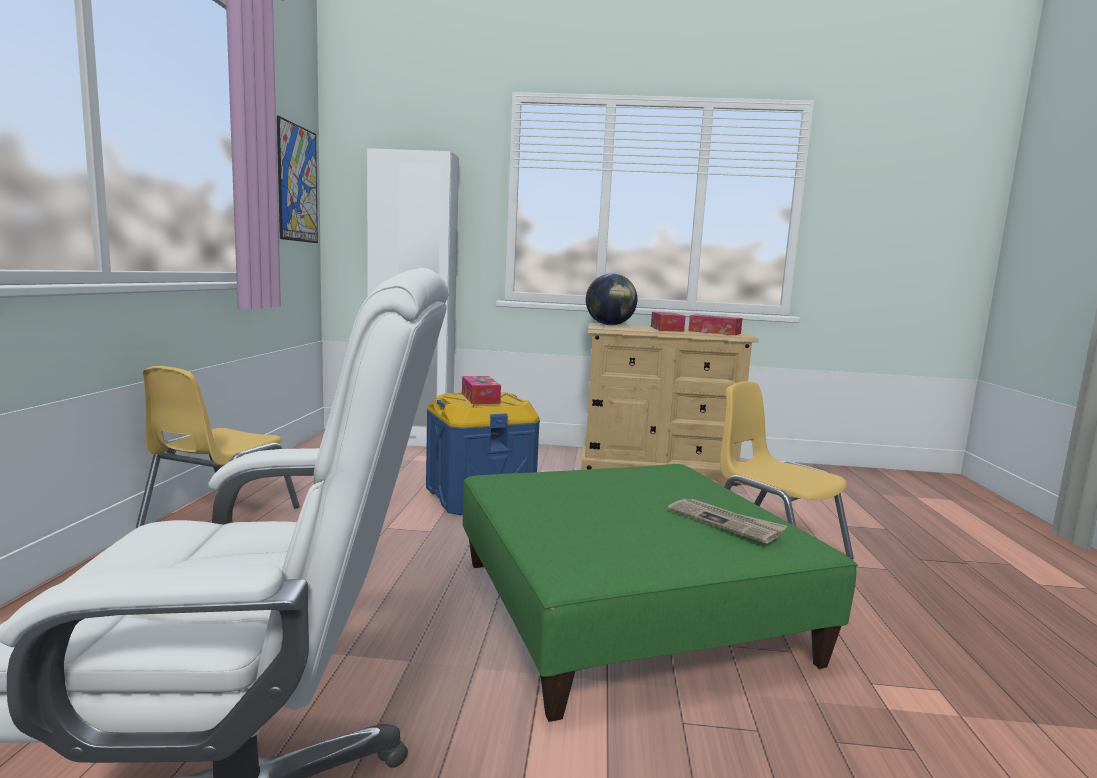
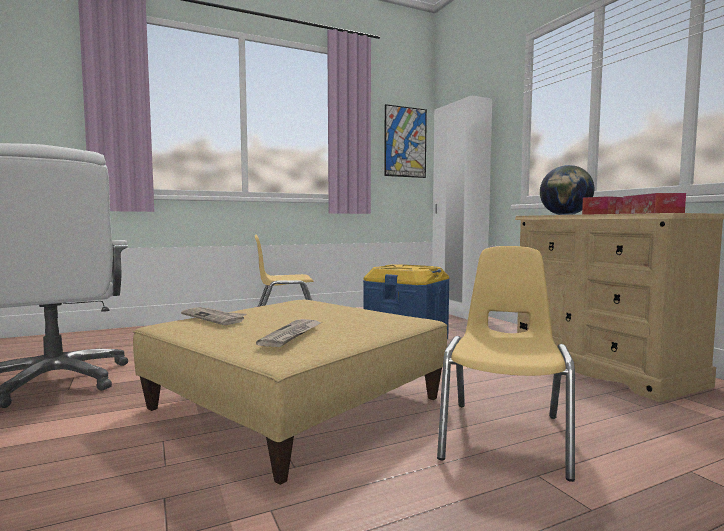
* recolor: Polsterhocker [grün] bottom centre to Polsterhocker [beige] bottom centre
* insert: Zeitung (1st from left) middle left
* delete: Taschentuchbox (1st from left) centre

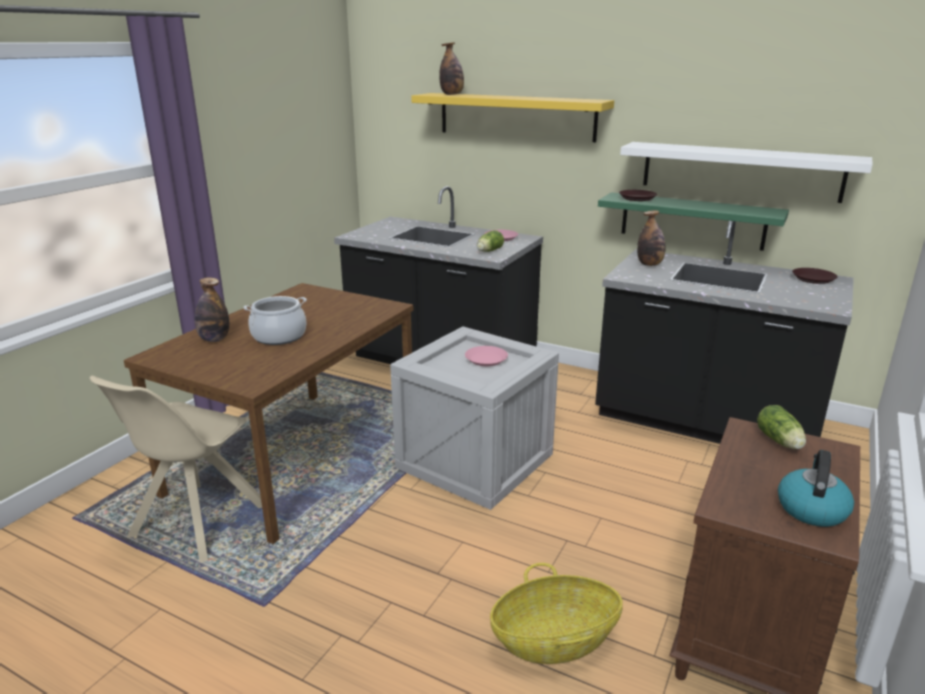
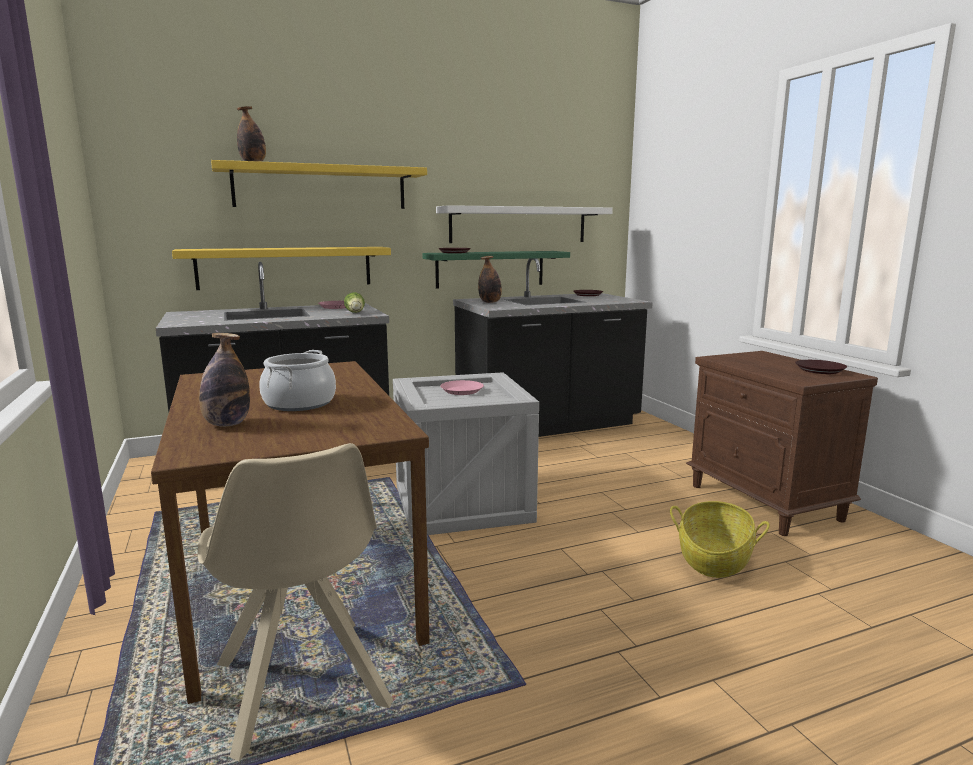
* insert: Wandregal [gelb] (1st from left) middle left
* replace: Wasserkessel bottom right to Teller [braun] (3rd from left) middle right
* delete: Salatkopf (2nd from left) middle right

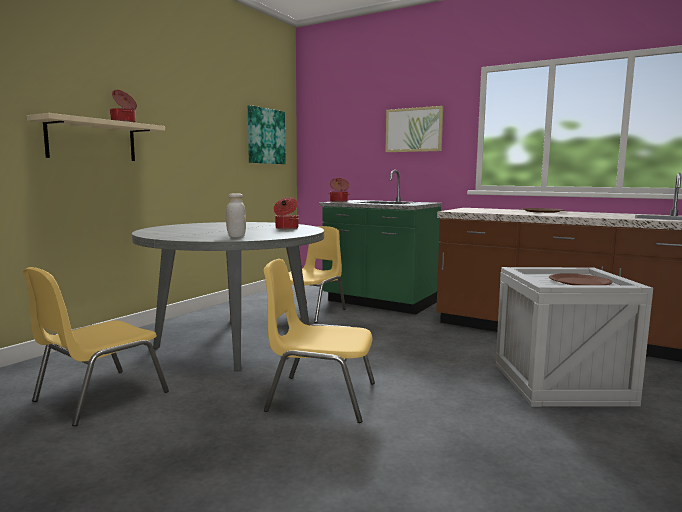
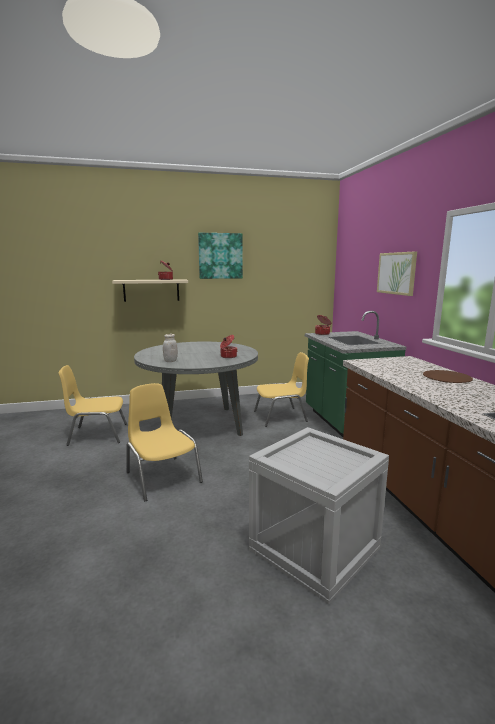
* move: Bild (1st from left) top centre to centre
* delete: Teller [braun] (2nd from left) middle right

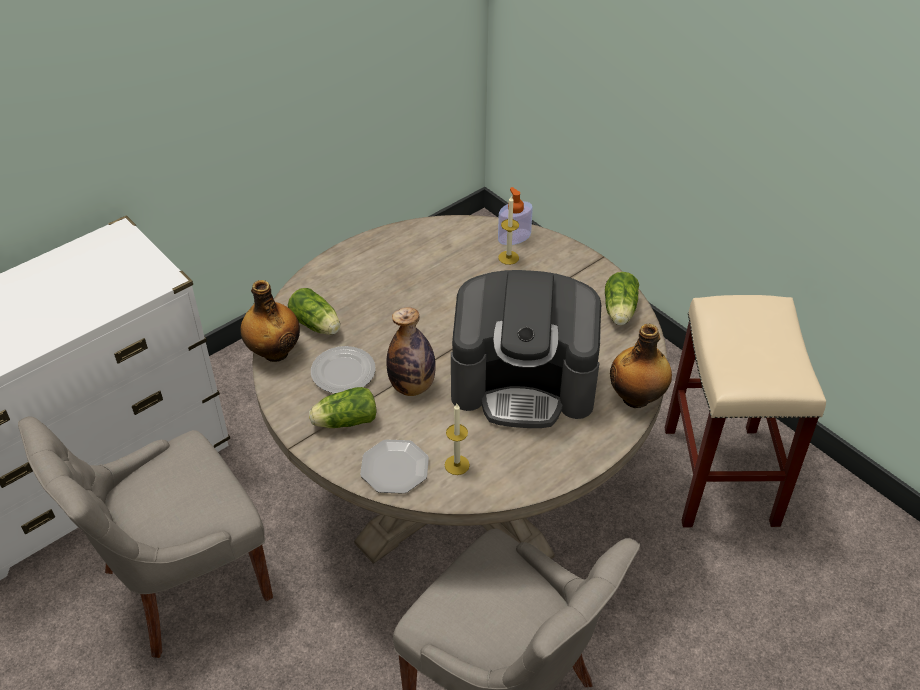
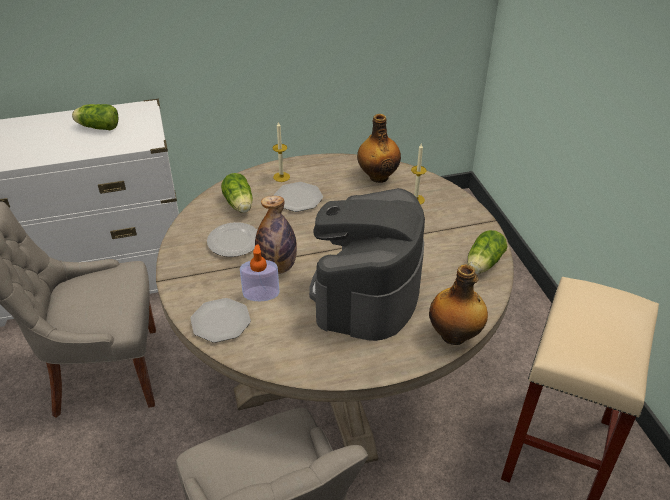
* move: Salatkopf (2nd from left in the first image) centre to Salatkopf (1st from left) top left
* move: Seifenspender top centre to centre
* move: Kerze (1st from left) centre to top centre
* insert: Teller (3rd from left) centre
* rotate: Kaffeemaschine centre = centre 75 degrees clockwise
* move: Flasche (1st from left in the first image) middle left to Flasche (2nd from left) top centre

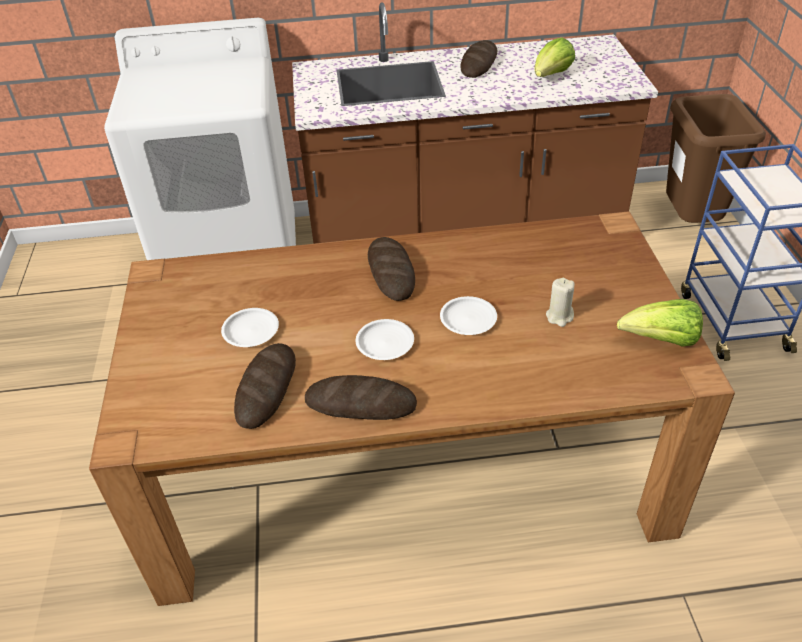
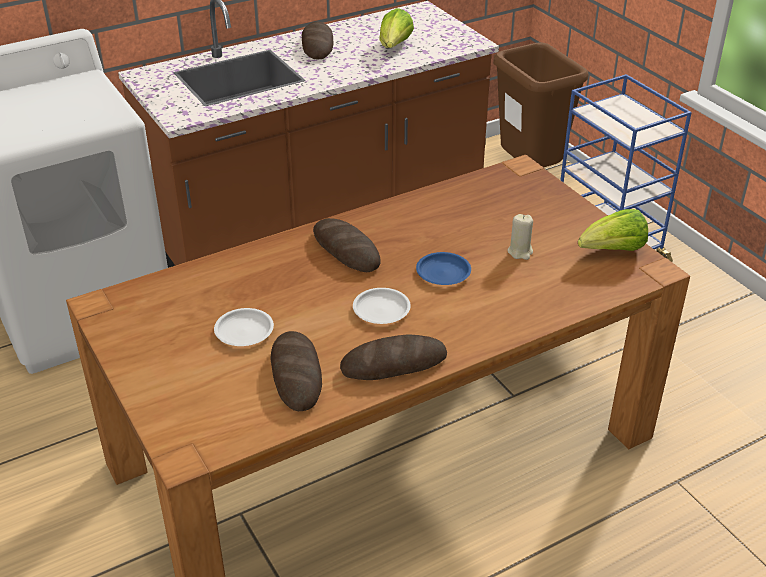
* recolor: Teller [weiß] (3rd from left) centre to Teller [blau] centre

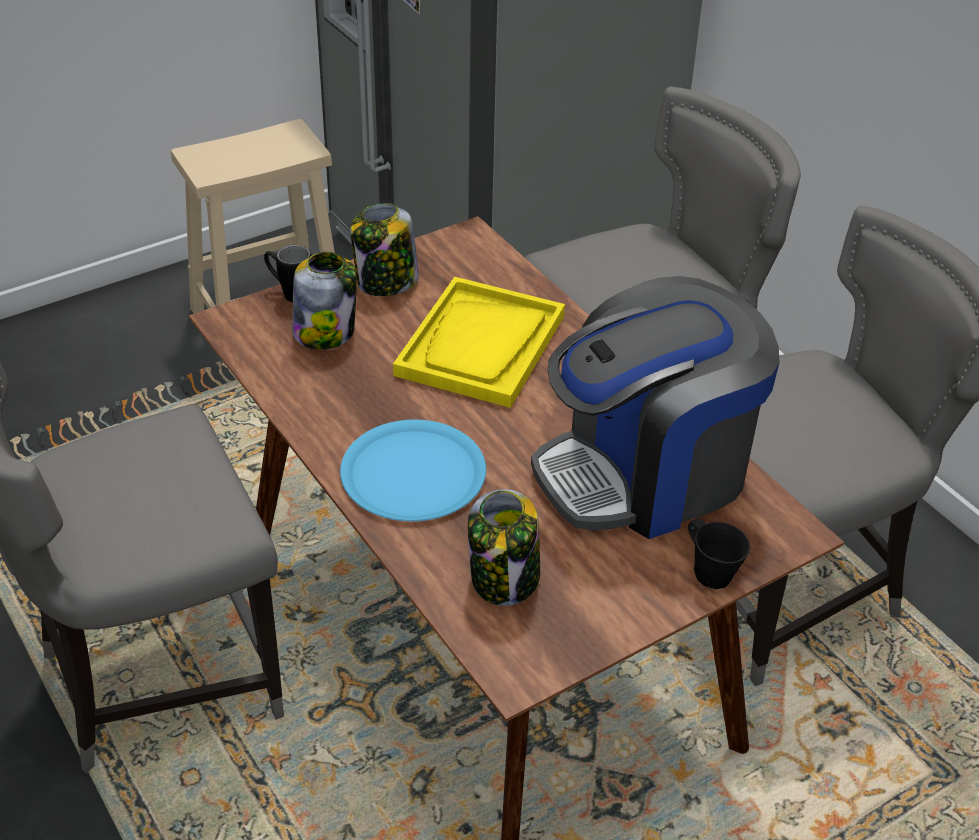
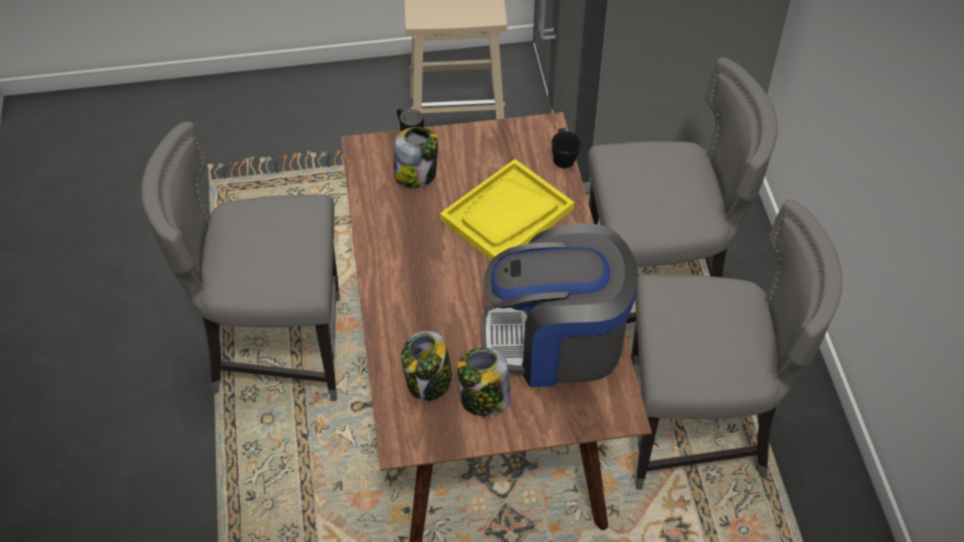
* move: Vorratsglas (2nd from left in the first image) top centre to Vorratsglas (3rd from left) bottom centre
* move: Henkelbecher [schwarz] (2nd from left) middle right to top centre
* delete: Teller [blau] centre

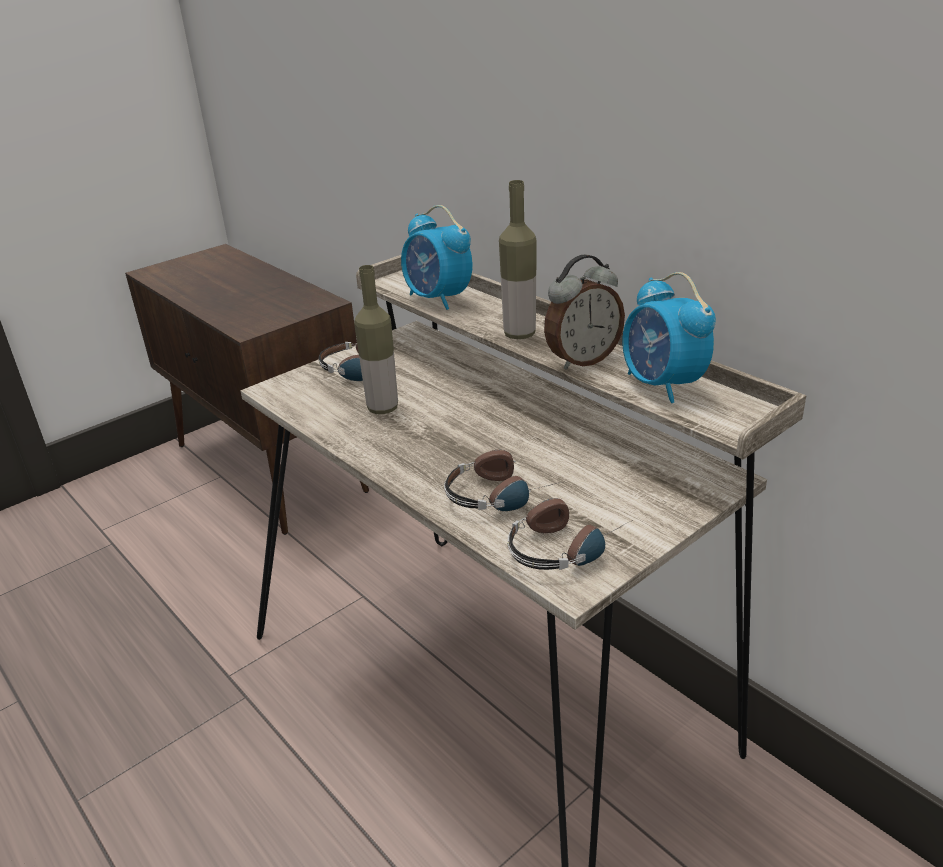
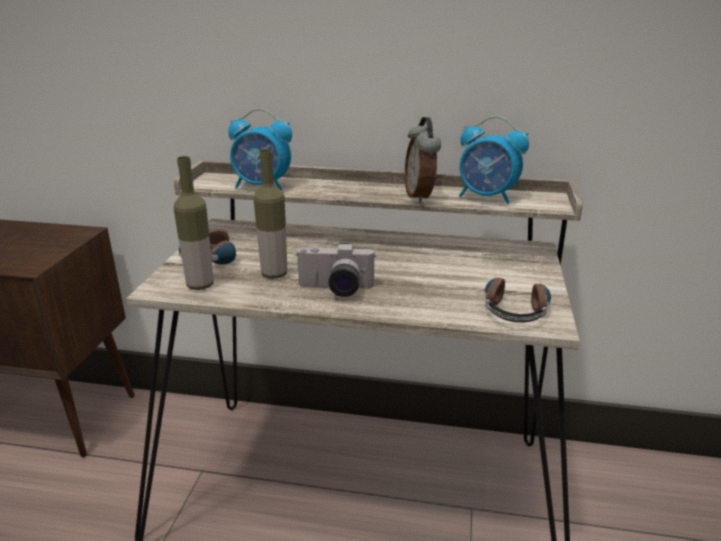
* move: Flasche (2nd from left in the first image) top centre to Flasche (1st from left) middle left
* insert: Kamera centre
* rotate: Wecker (2nd from left) centre = top centre 150 degrees clockwise
* delete: Kopfhörer (2nd from left) centre

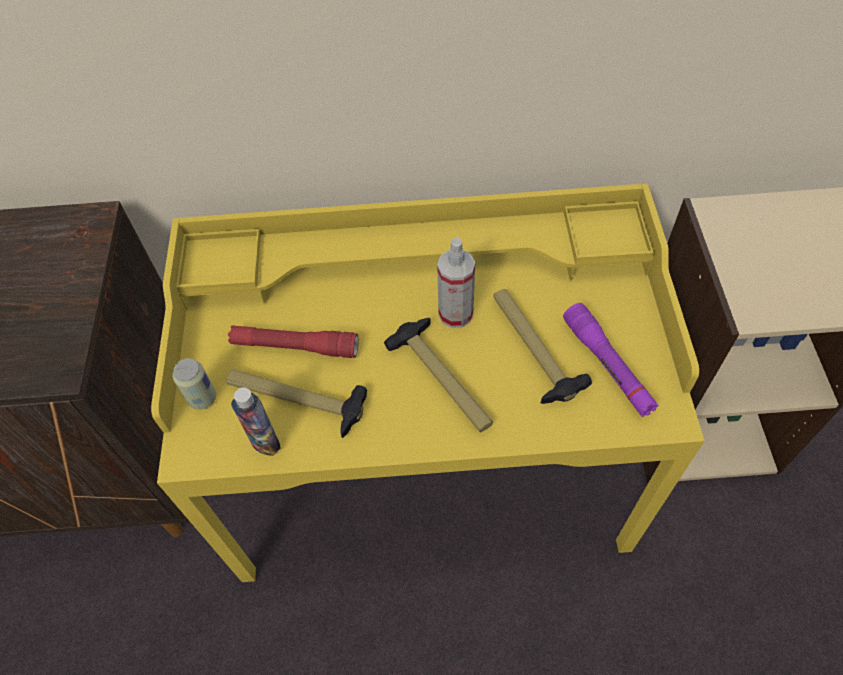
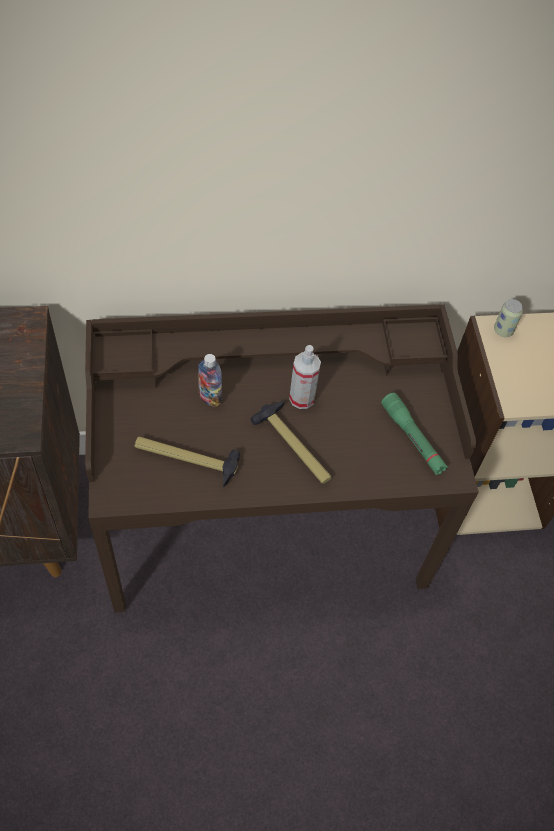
* recolor: Schreibtisch [gelb] centre to Schreibtisch [braun] centre
* move: Flasche middle left to centre
* recolor: Taschenlampe [lila] middle right to Taschenlampe [grün] middle right
* move: Dose middle left to middle right
* delete: Taschenlampe [rot] centre
* delete: Hammer (3rd from left) centre

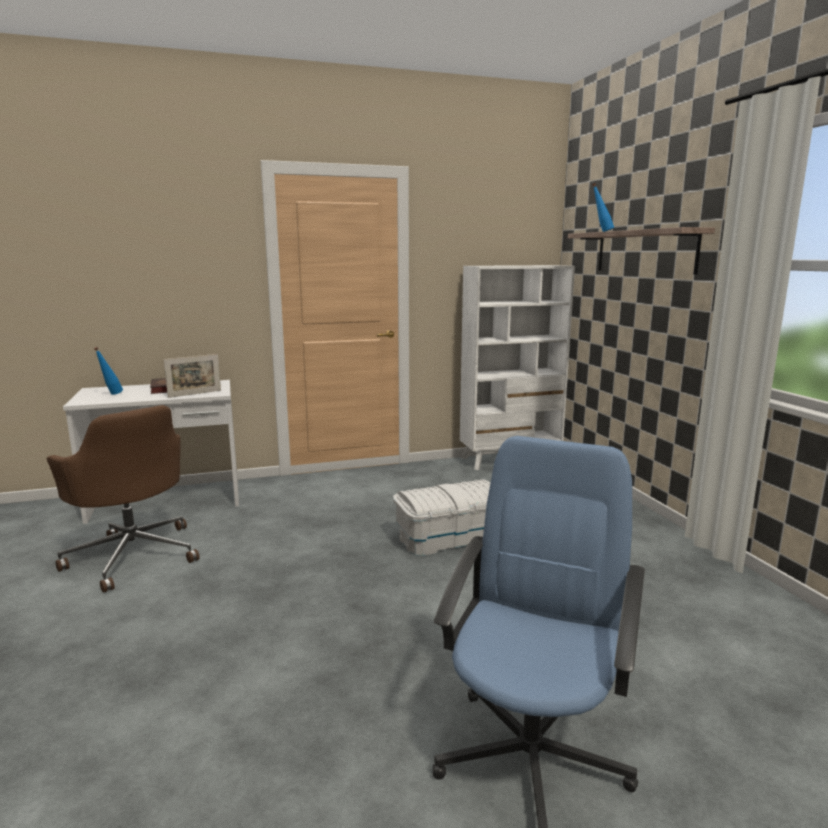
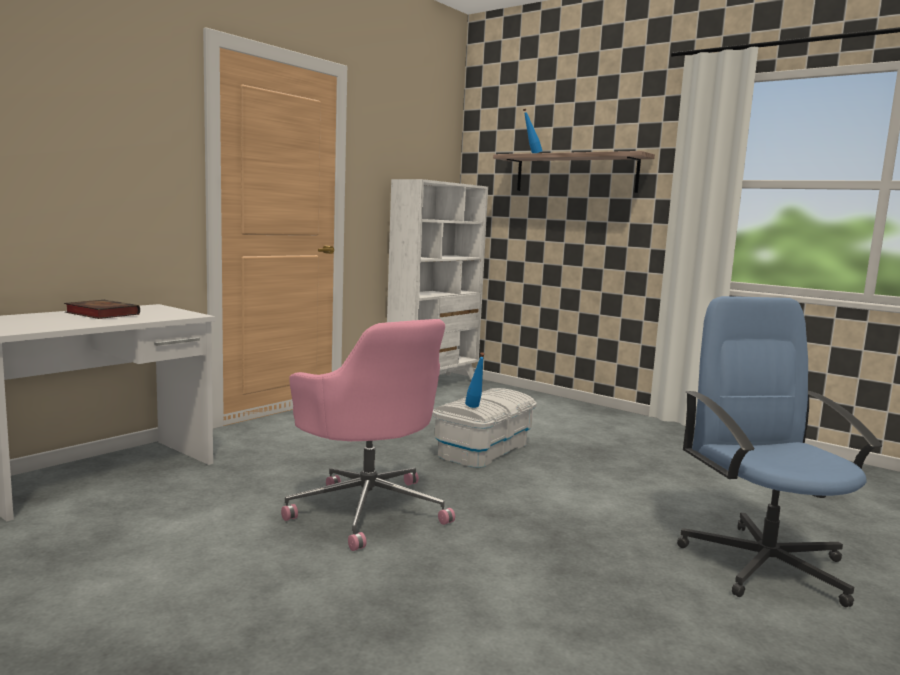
* insert: Bürostuhl [rosa] centre
* move: Flasche [blau] (1st from left) middle left to centre
* delete: Bürostuhl [braun] middle left
* delete: Bilderrahmen middle left

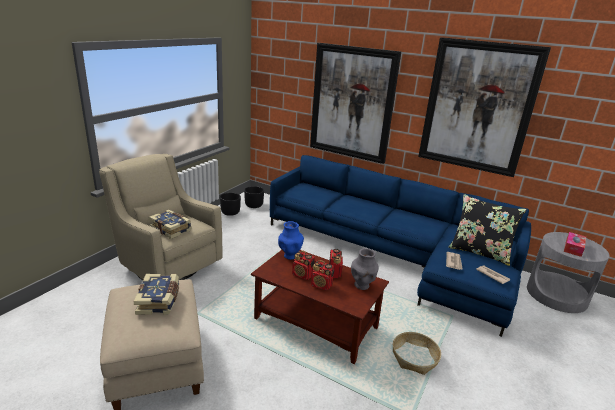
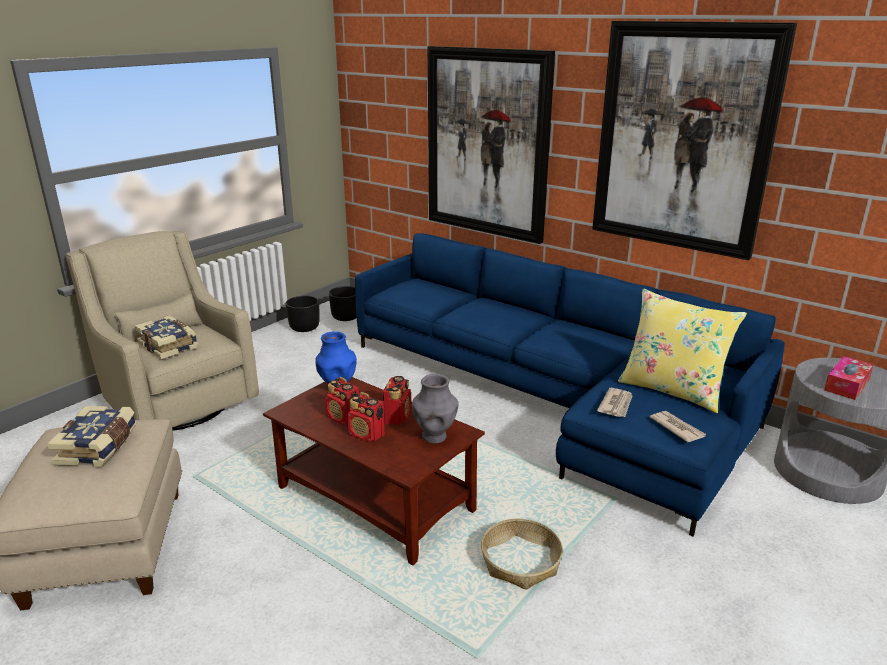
* recolor: Kissen [schwarz] middle right to Kissen [gelb] middle right

